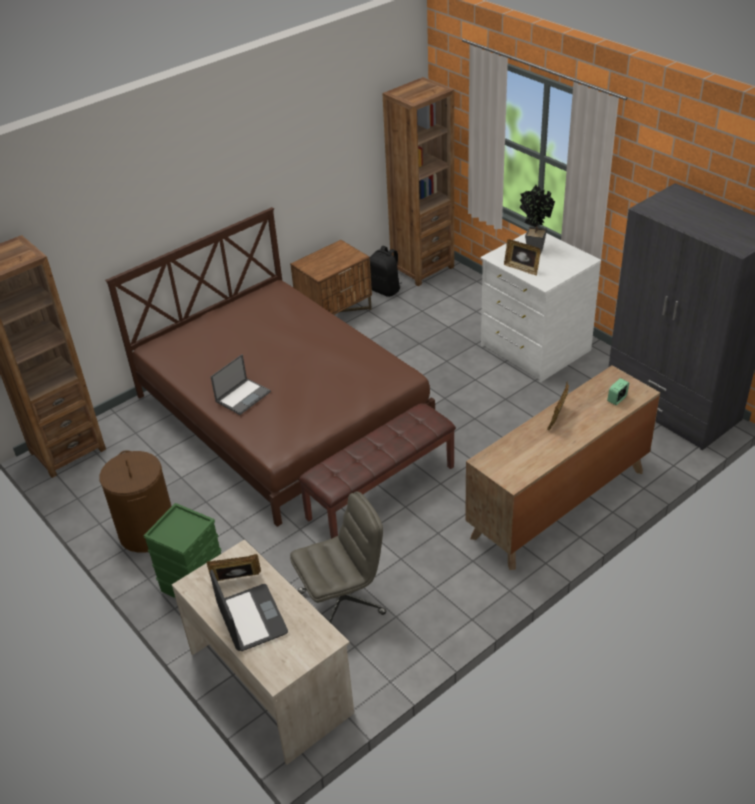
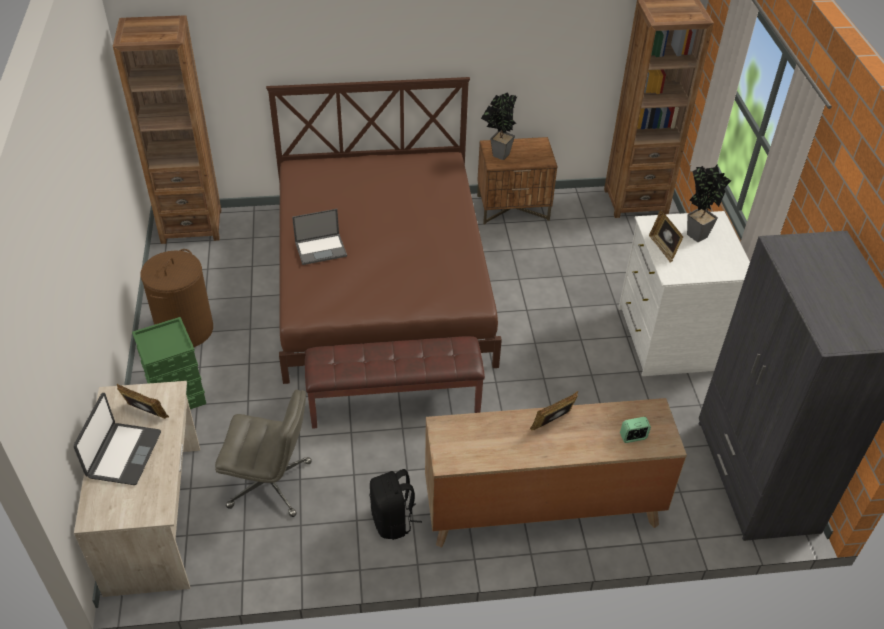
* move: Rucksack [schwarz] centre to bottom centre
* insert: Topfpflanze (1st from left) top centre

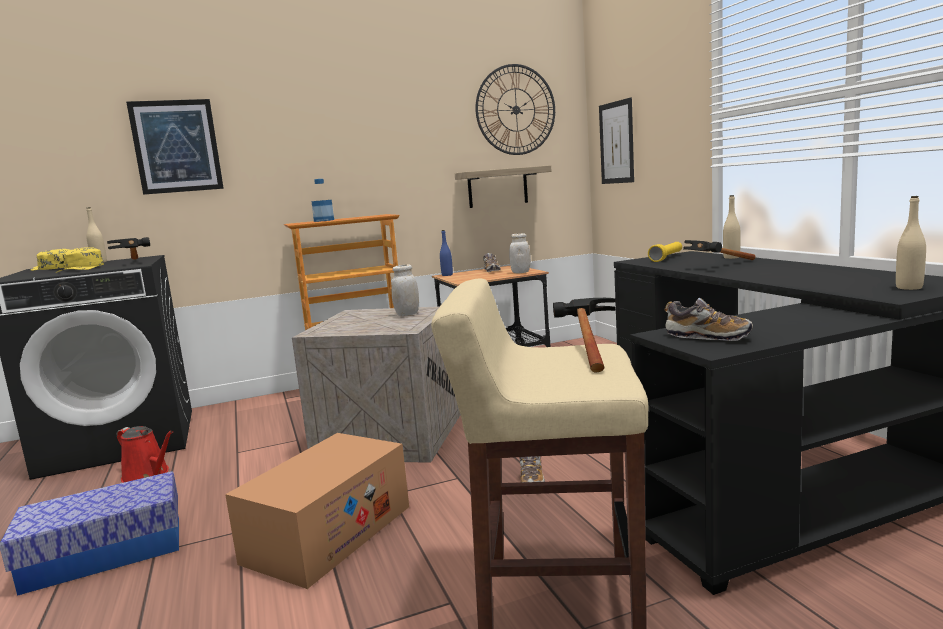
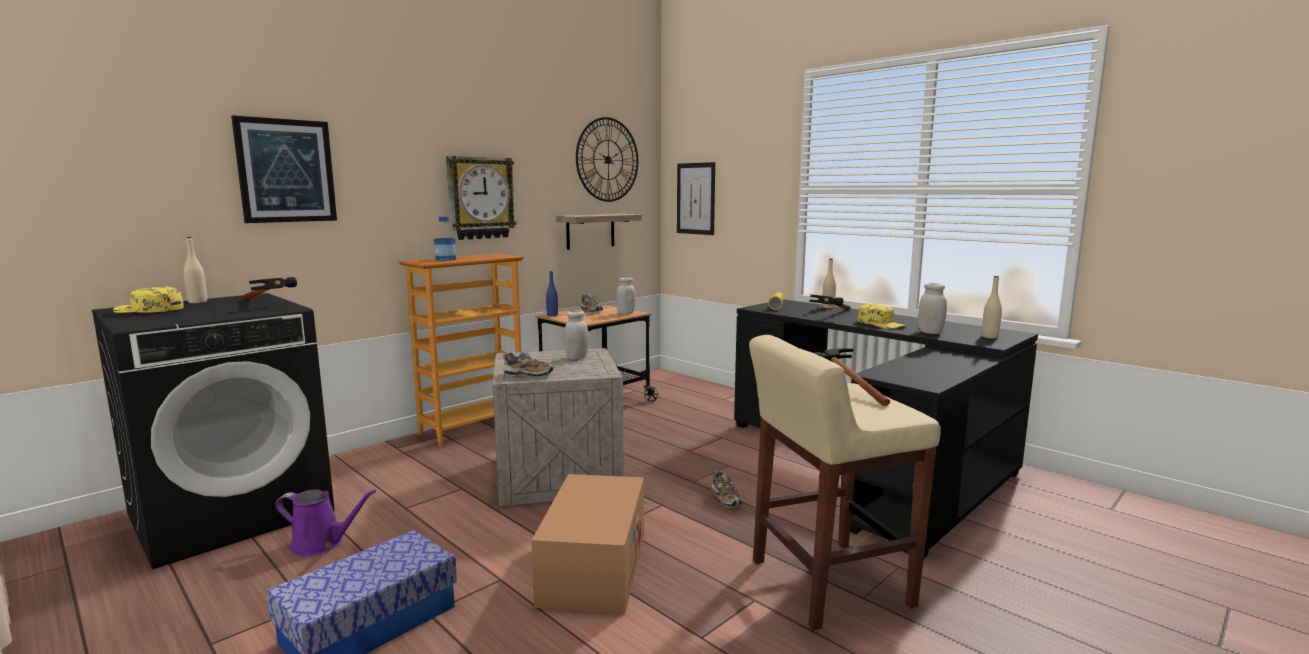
* recolor: Gießkanne [rot] bottom left to Gießkanne [lila] bottom left
* insert: Wanduhr (1st from left) top centre
* move: Schuh (3rd from left in the first image) middle right to Schuh (1st from left) centre
* move: Kappe [gelb] (2nd from left) middle left to middle right
* insert: Vorratsglas [weiß] (3rd from left) middle right

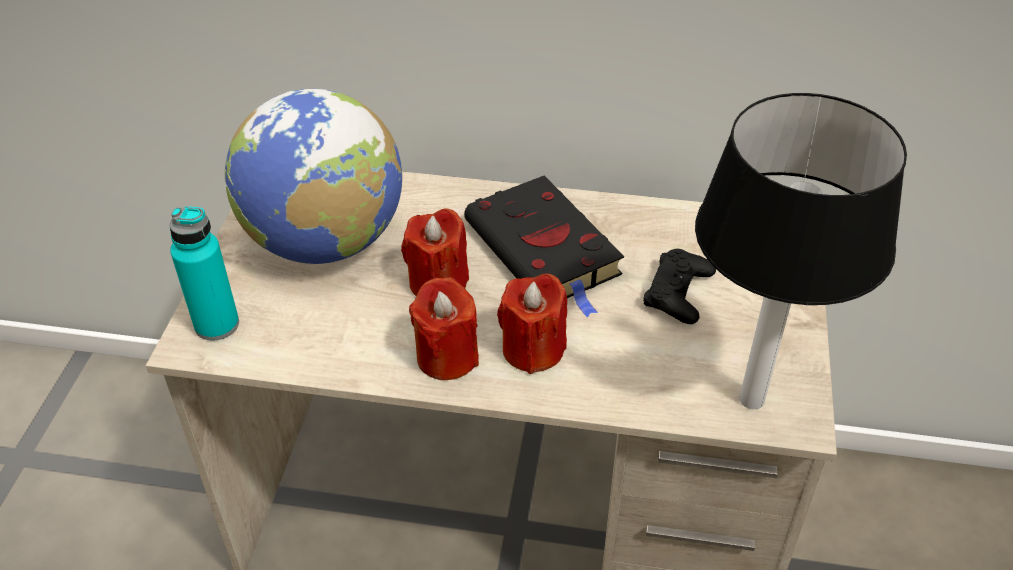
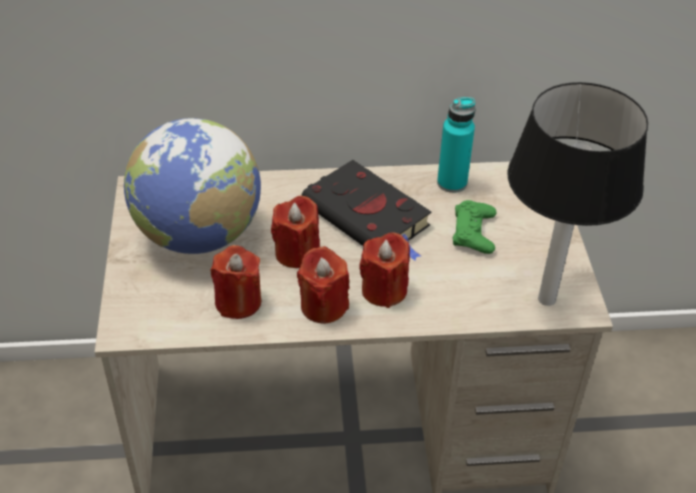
* insert: Kerze [rot] (1st from left) centre
* move: Flasche [türkis] middle left to top centre
* recolor: Gamepad [schwarz] middle right to Gamepad [grün] middle right

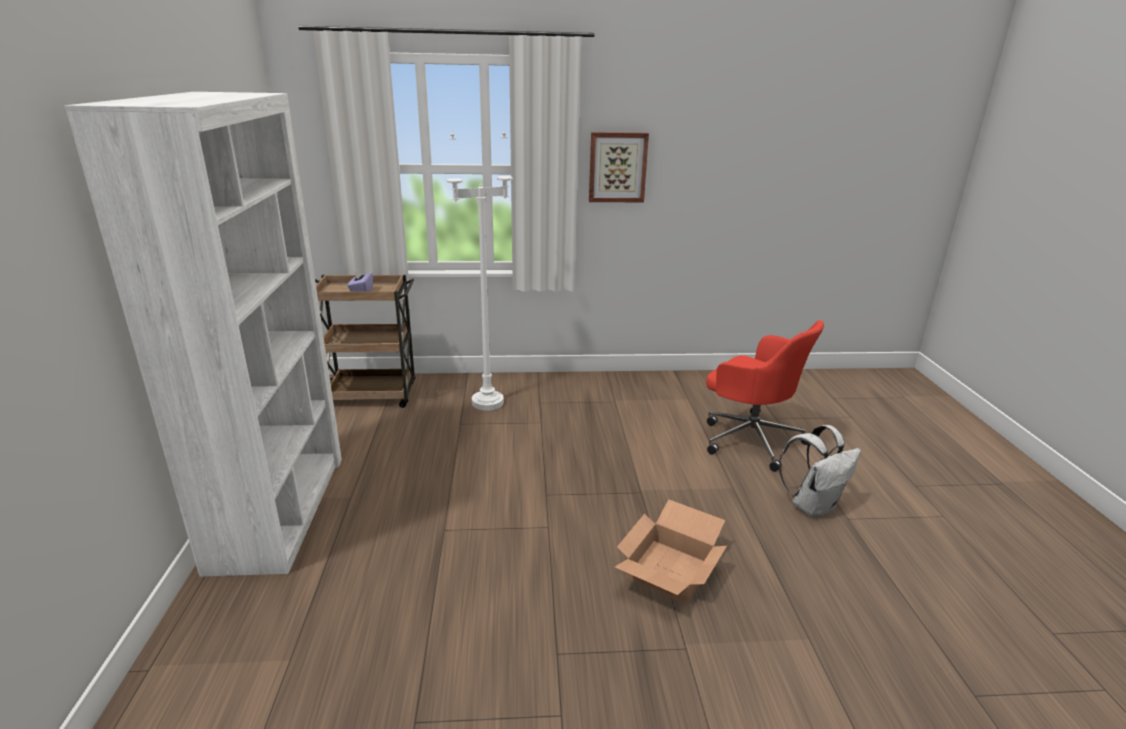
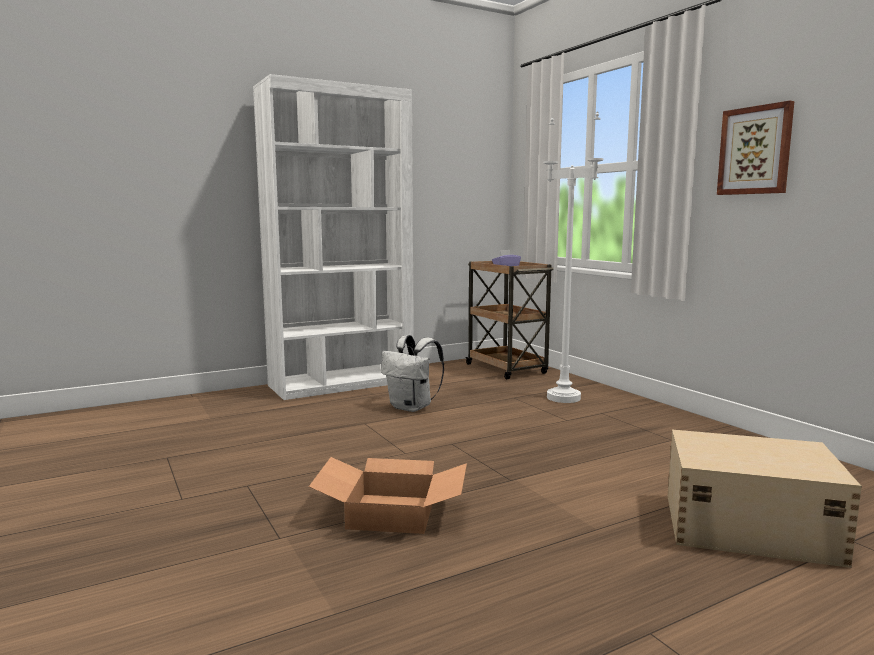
* move: Rucksack [weiß] middle right to centre
* replace: Bürostuhl [rot] middle right to Aufbewahrungsbox [beige] bottom right

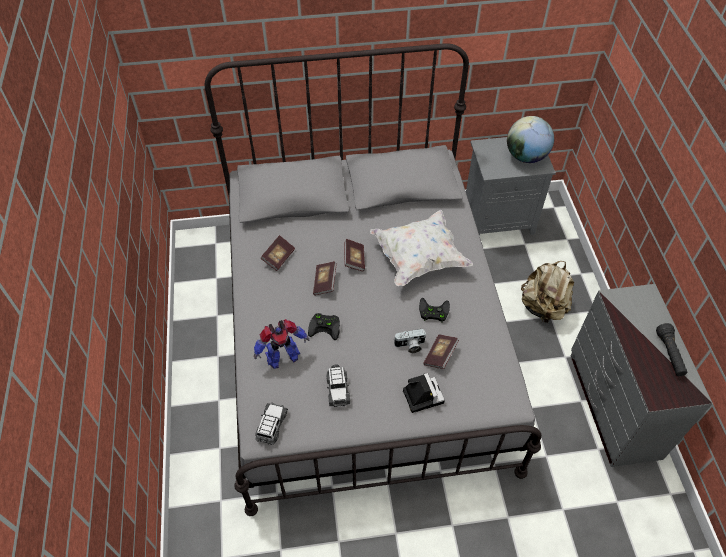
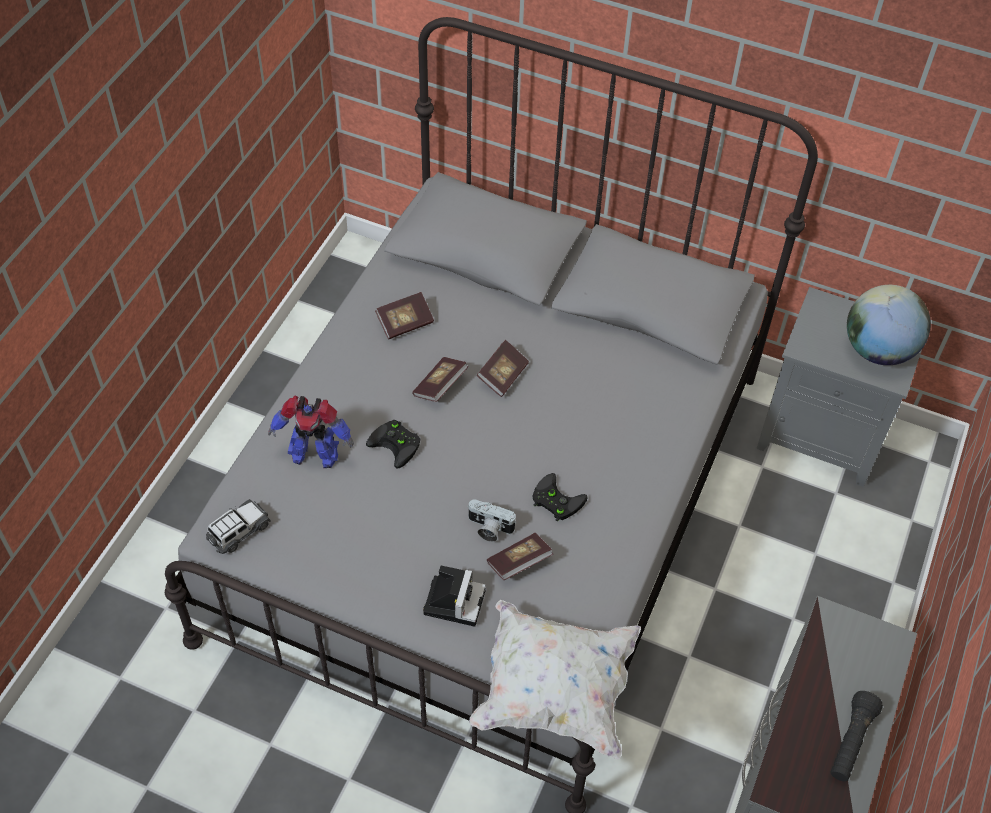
* move: Kissen [weiß] centre to bottom centre
* delete: Spielzeugauto (2nd from left) bottom centre
* delete: Rucksack [beige] middle right

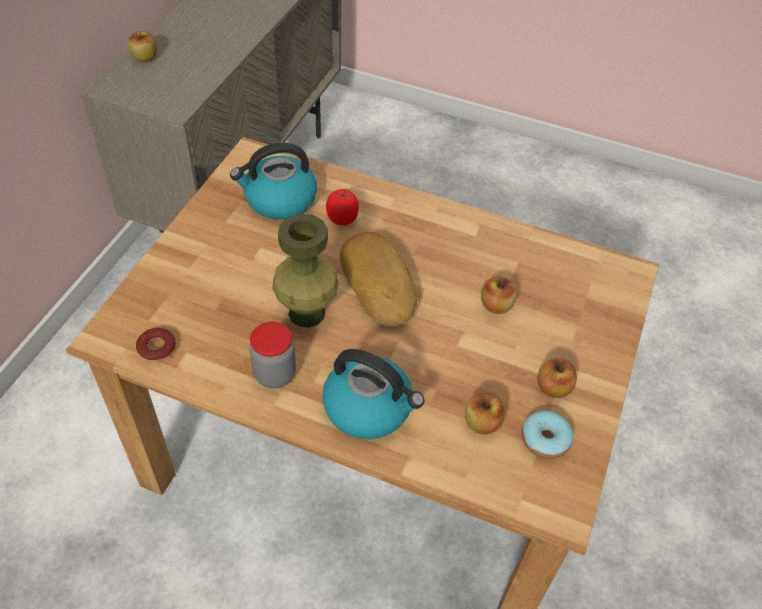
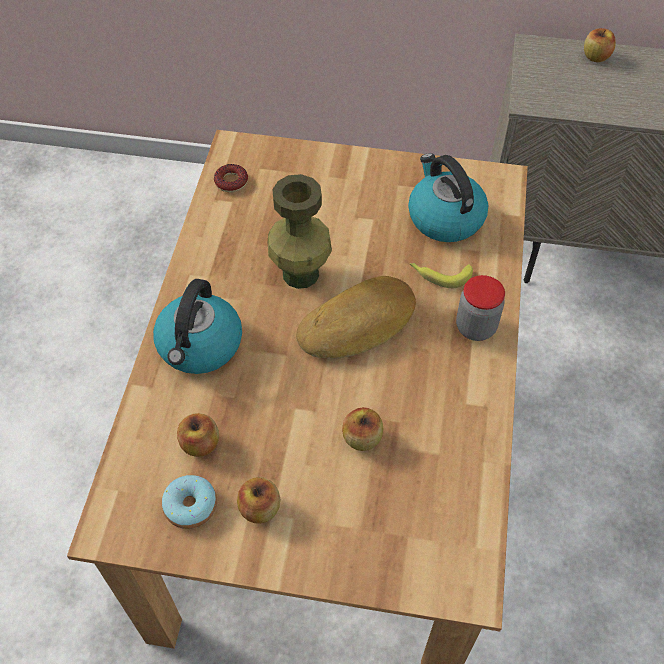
* replace: Tomate centre to Banane centre
* move: Vorratsglas centre to middle right

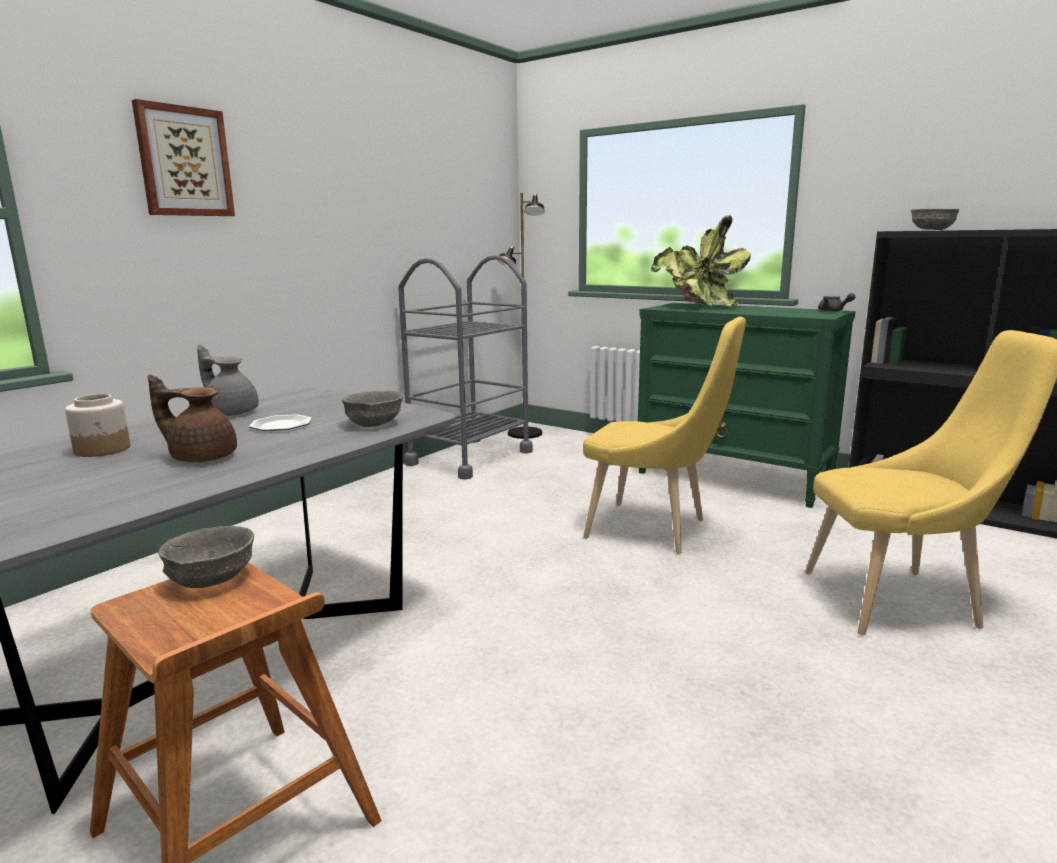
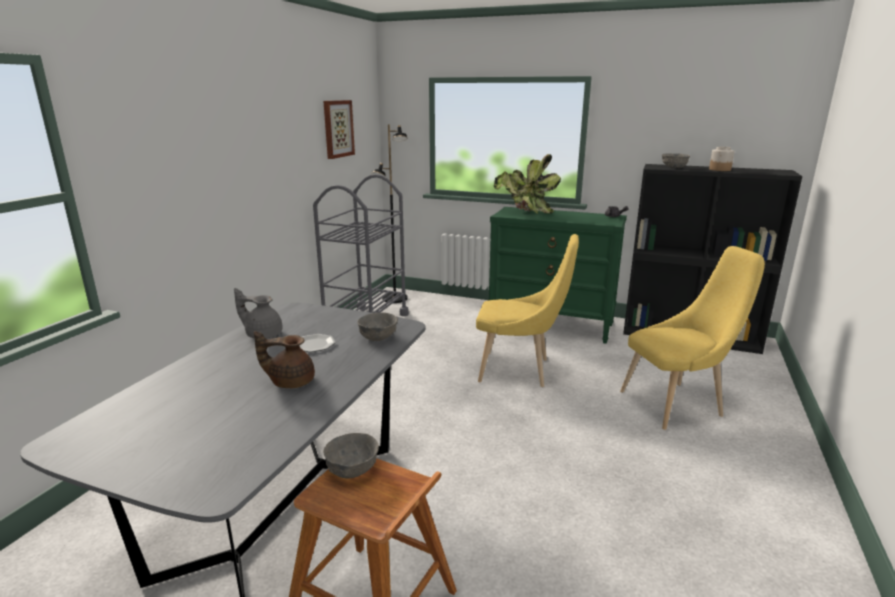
* move: Bild top left to top centre
* move: Vorratsglas middle left to top right

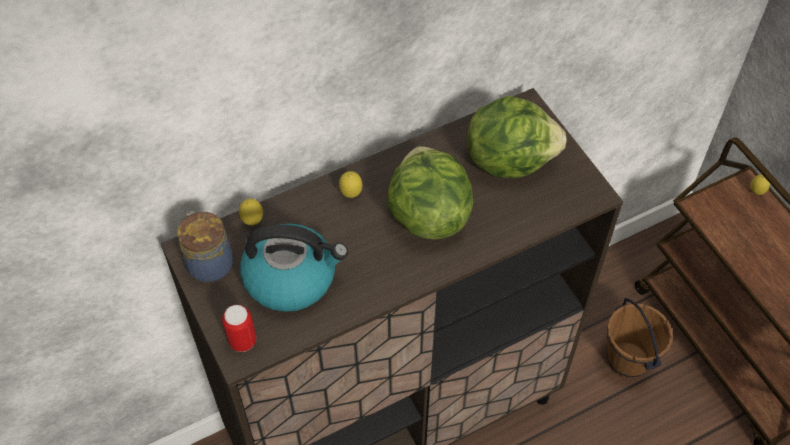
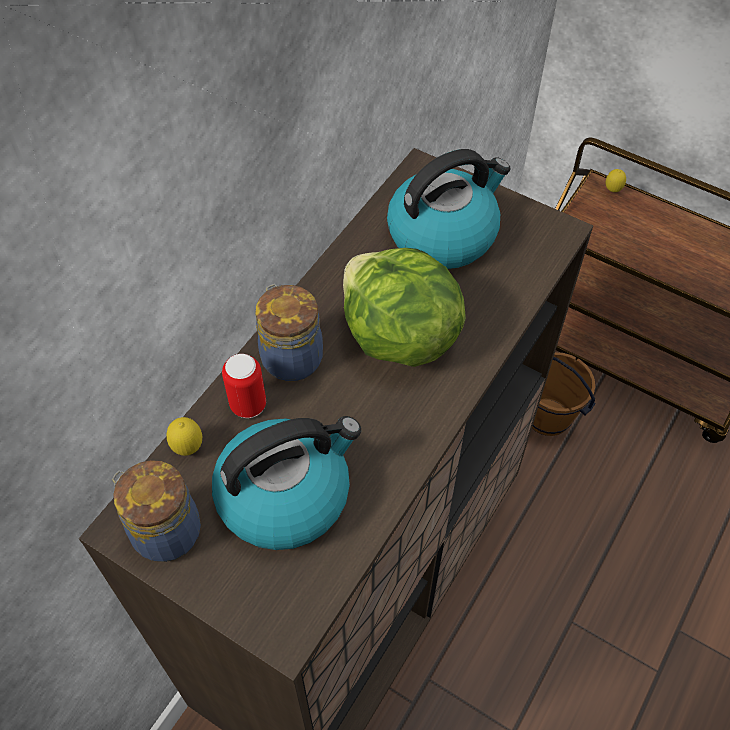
* move: Dose bottom left to centre
* replace: Zitrone (2nd from left) centre to Vorratsglas (2nd from left) centre
* replace: Salatkopf (2nd from left) top centre to Wasserkessel (2nd from left) top centre

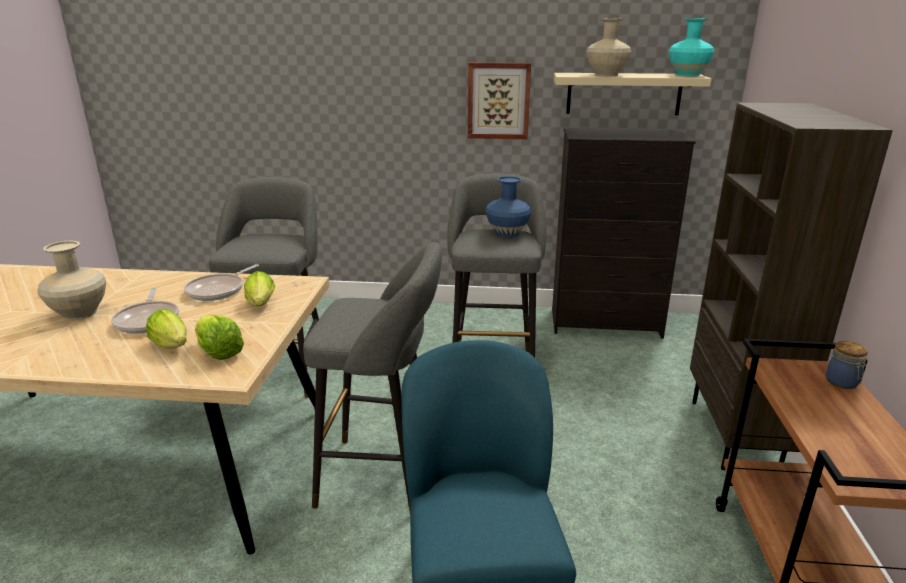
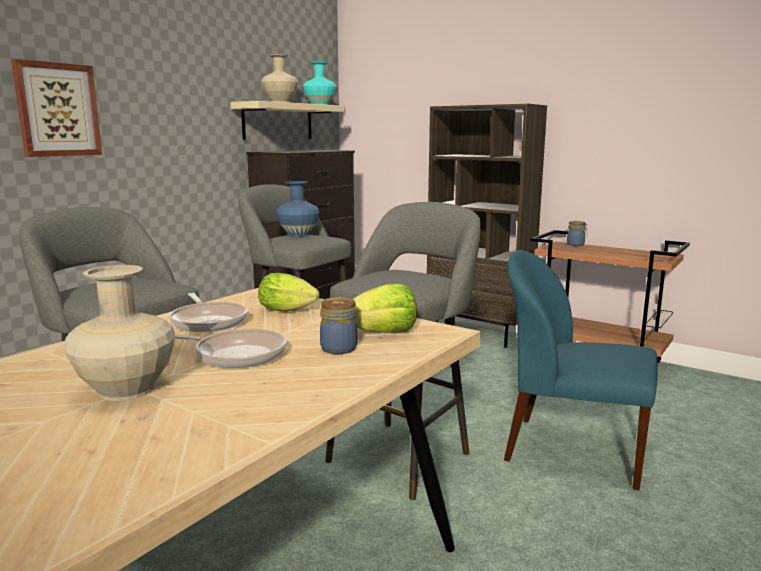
* move: Bild top centre to top left
* replace: Salatkopf (1st from left) middle left to Vorratsglas (1st from left) centre

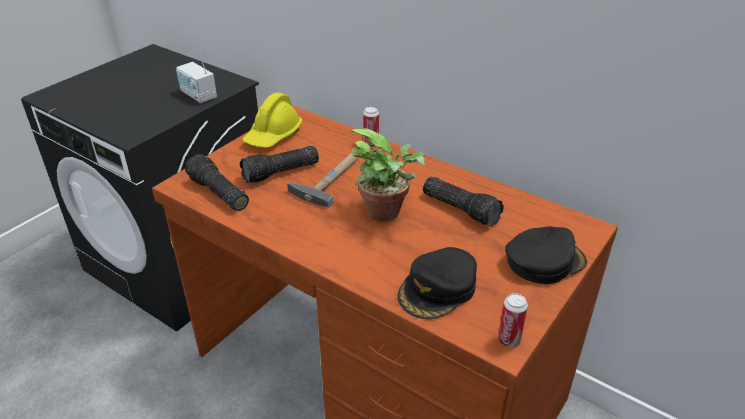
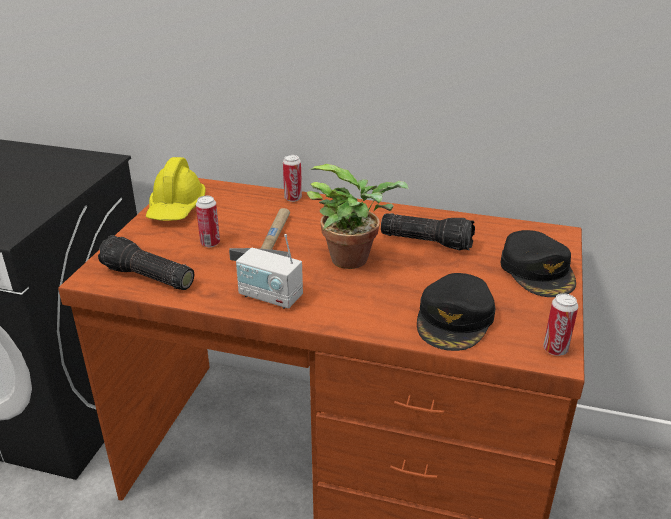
* replace: Taschenlampe (2nd from left) centre to Dose (1st from left) middle left
* move: Radio top left to centre
* rotate: Kappe [schwarz] (2nd from left) middle right = middle right 120 degrees clockwise

